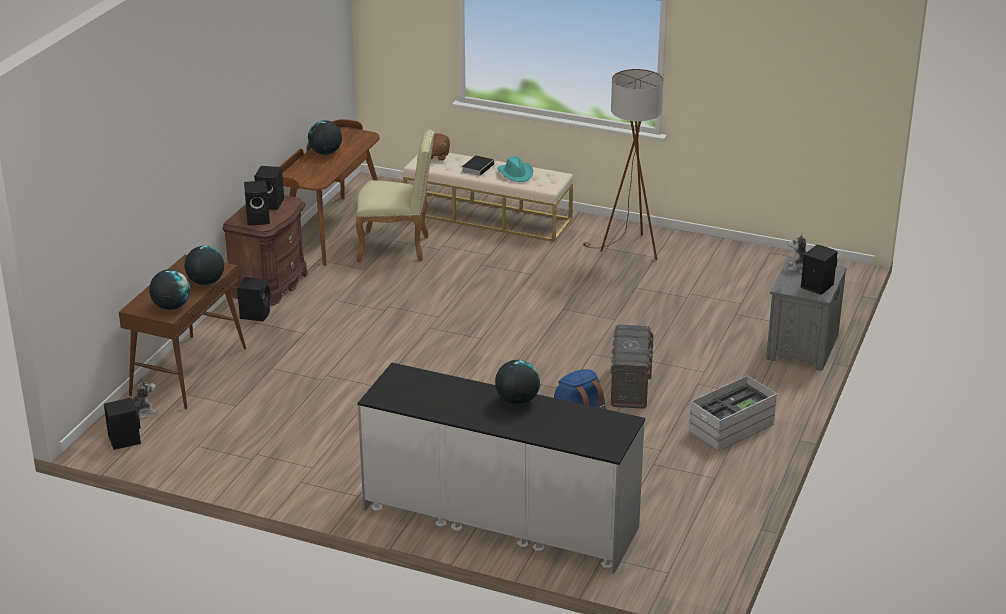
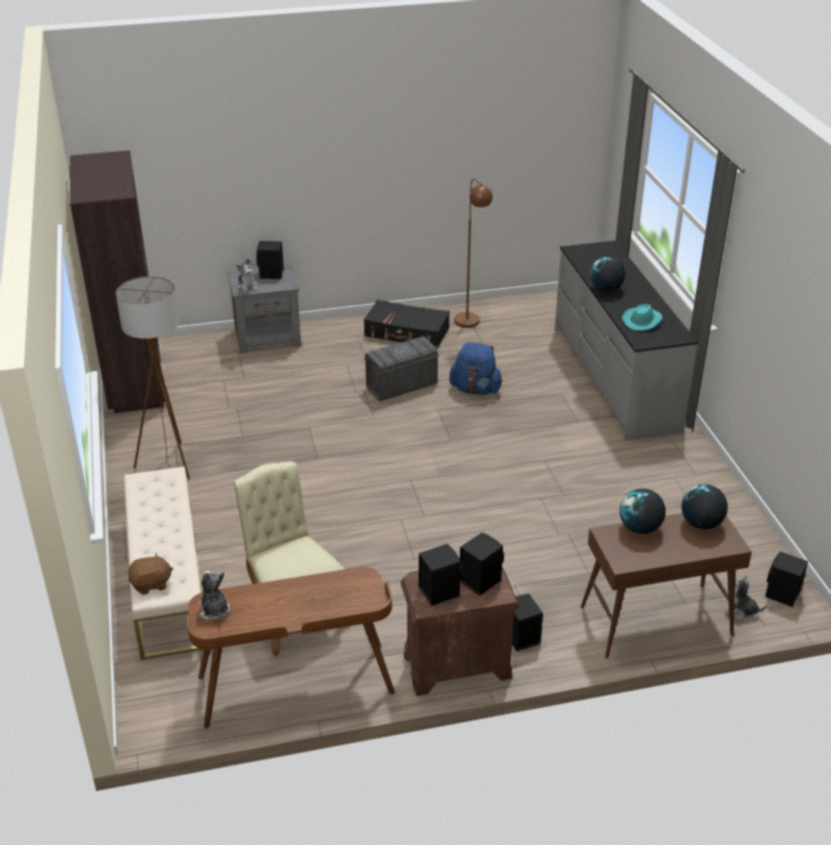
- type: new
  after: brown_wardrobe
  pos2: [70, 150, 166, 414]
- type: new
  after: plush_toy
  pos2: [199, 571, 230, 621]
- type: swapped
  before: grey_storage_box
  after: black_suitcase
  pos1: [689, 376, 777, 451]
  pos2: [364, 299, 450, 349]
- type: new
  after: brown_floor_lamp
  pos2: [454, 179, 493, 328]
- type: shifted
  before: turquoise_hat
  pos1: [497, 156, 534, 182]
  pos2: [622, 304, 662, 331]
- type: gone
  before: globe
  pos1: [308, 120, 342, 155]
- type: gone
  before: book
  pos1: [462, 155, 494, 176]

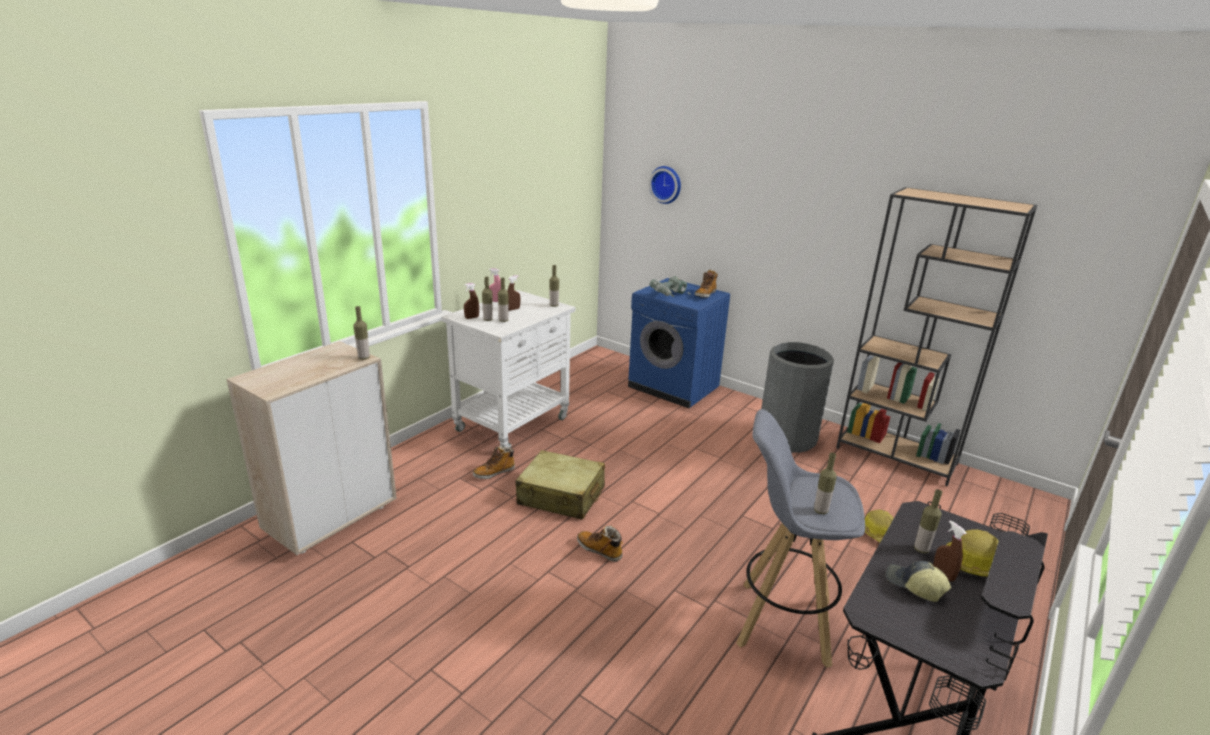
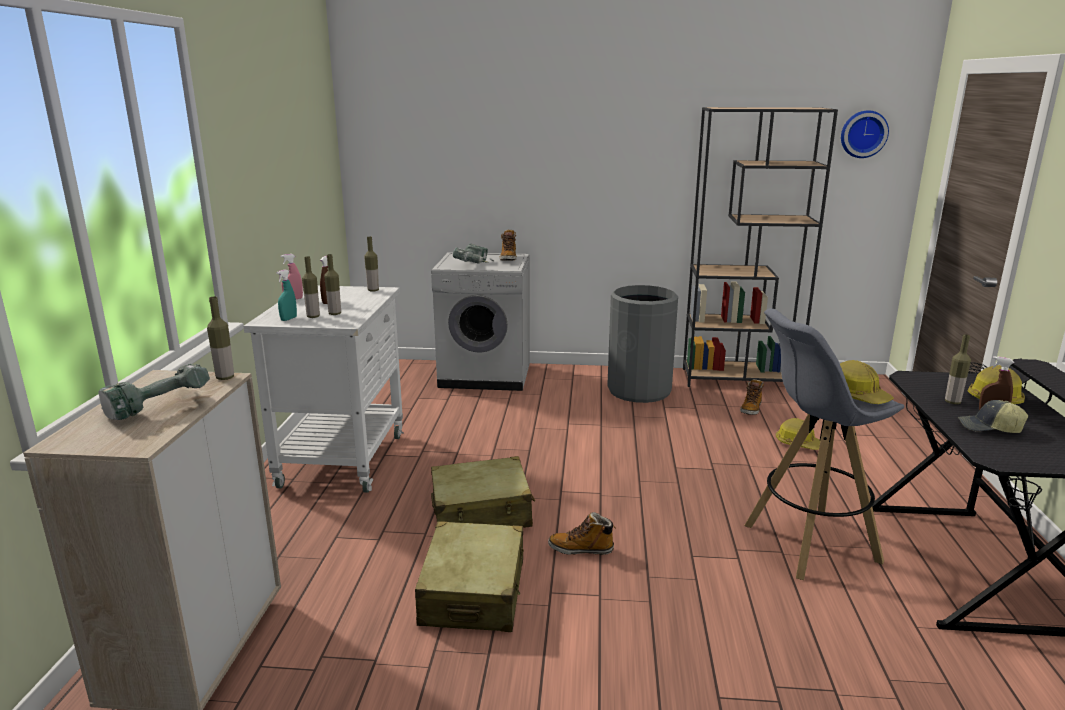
- type: new
  after: power_drill
  pos2: [98, 364, 210, 420]
- type: repainted
  before: brown_spray_bottle
  after: turquoise_spray_bottle
  pos1: [464, 283, 479, 319]
  pos2: [277, 269, 297, 321]
- type: new
  after: beige_suitcase
  pos2: [415, 521, 524, 632]
- type: repainted
  before: blue_washing_machine
  after: white_washing_machine
  pos1: [628, 278, 730, 408]
  pos2: [431, 252, 530, 391]
- type: shifted
  before: boot
  pos1: [473, 446, 515, 479]
  pos2: [740, 379, 764, 415]
- type: swapped
  before: bottle
  after: hard_hat
  pos1: [814, 453, 837, 514]
  pos2: [840, 360, 894, 404]
- type: shifted
  before: wall_clock
  pos1: [649, 166, 681, 204]
  pos2: [841, 110, 889, 158]

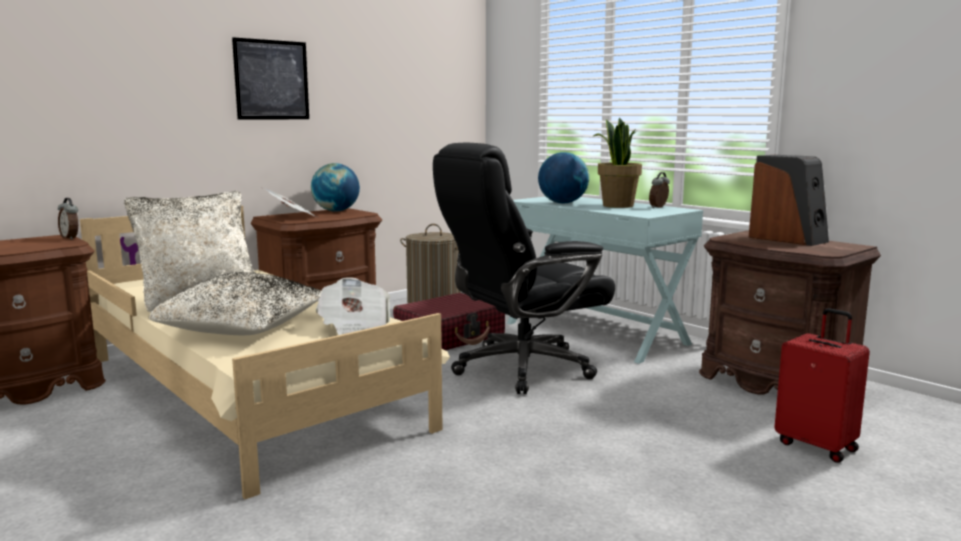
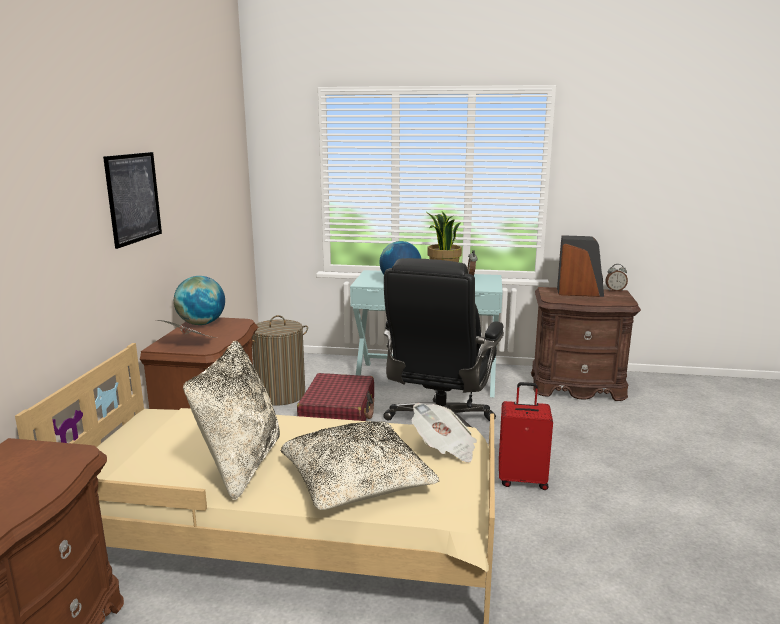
- type: shifted
  before: red_suitcase
  pos1: [774, 308, 870, 463]
  pos2: [499, 382, 553, 490]
- type: shifted
  before: alarm_clock
  pos1: [58, 198, 78, 240]
  pos2: [605, 264, 628, 291]

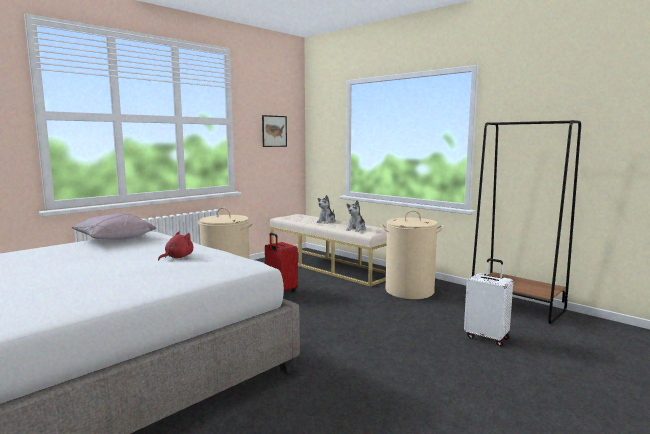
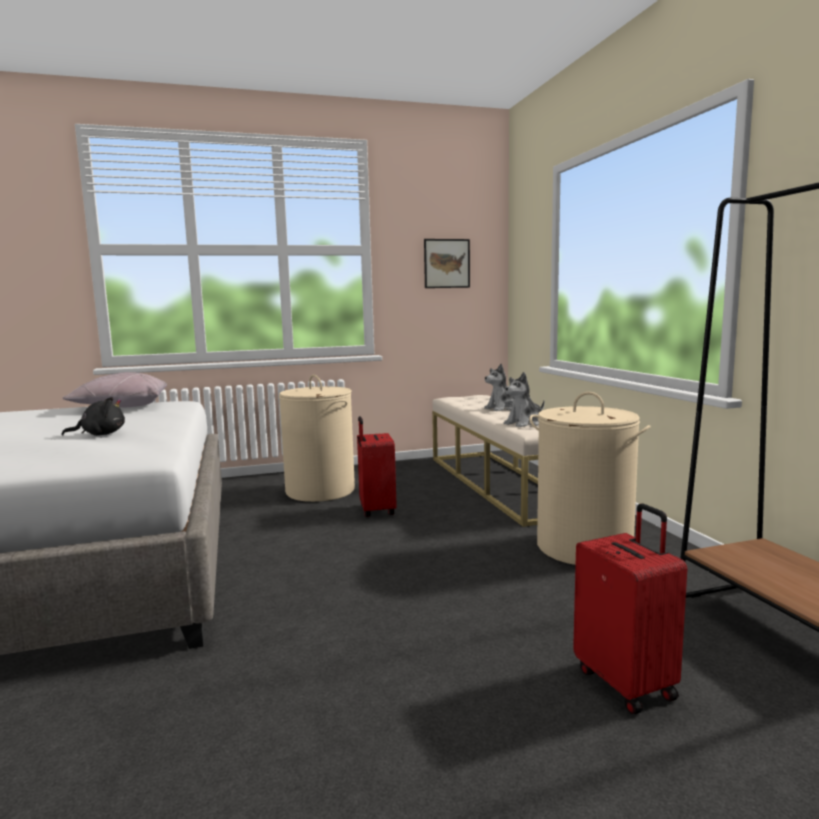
- type: repainted
  before: red_plush_toy
  after: black_plush_toy
  pos1: [158, 232, 193, 260]
  pos2: [61, 397, 125, 436]
- type: repainted
  before: white_suitcase
  after: red_suitcase
  pos1: [464, 258, 513, 346]
  pos2: [573, 504, 687, 714]

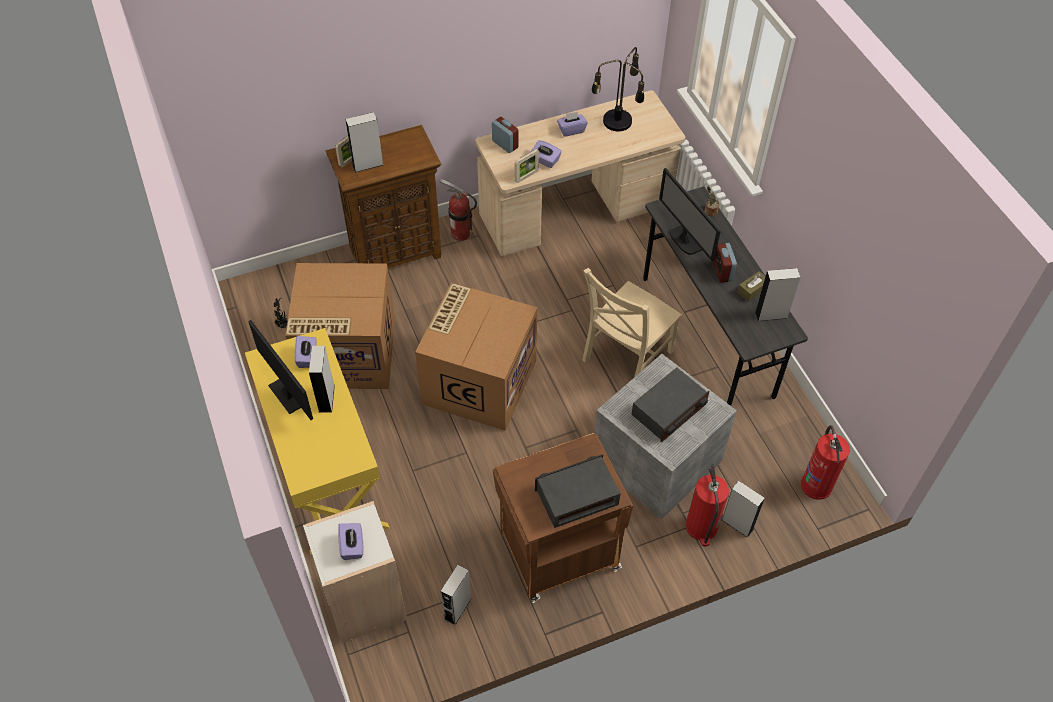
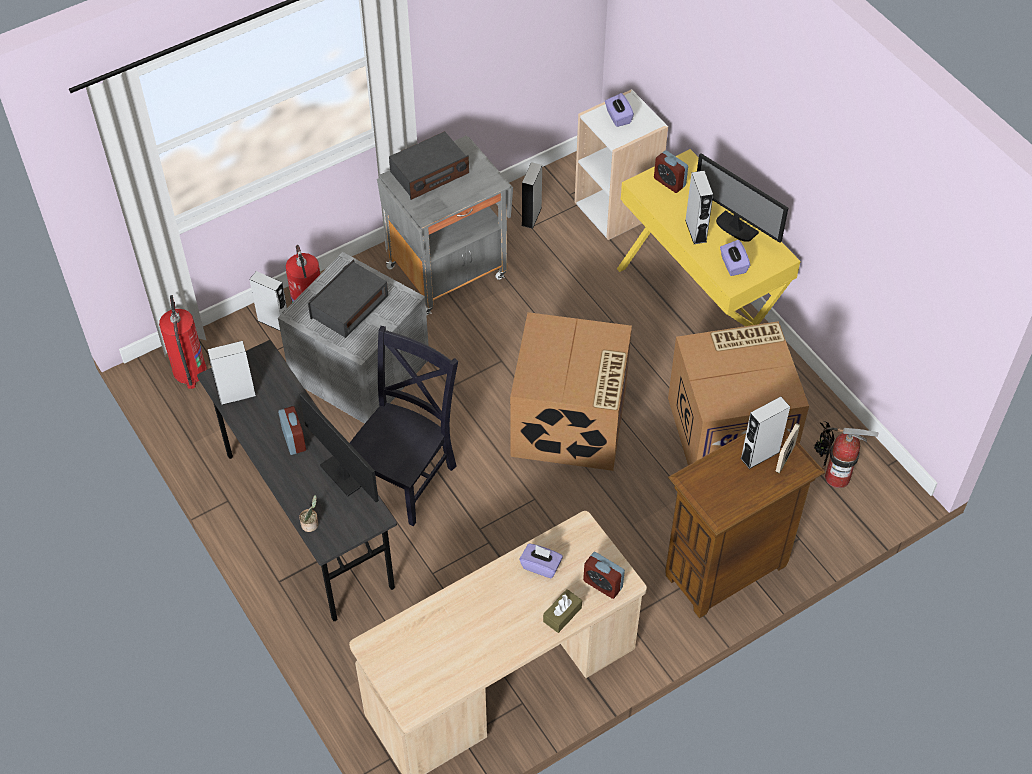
- type: repainted
  before: beige_chair
  after: black_chair
  pos1: [582, 268, 682, 377]
  pos2: [350, 326, 458, 526]
- type: repainted
  before: brown_cart
  after: grey_cart
  pos1: [492, 433, 633, 603]
  pos2: [377, 136, 513, 316]
- type: shifted
  before: brown_tissue_box
  pos1: [737, 271, 766, 302]
  pos2: [543, 589, 582, 633]
- type: new
  after: alarm_clock
  pos2: [654, 150, 688, 193]
- type: shifted
  before: fire_extinguisher
  pos1: [440, 179, 477, 241]
  pos2: [822, 427, 879, 488]
- type: gone
  before: picture_frame
  pos1: [515, 149, 539, 183]
- type: gone
  before: purple_tissue_box
  pos1: [557, 112, 588, 137]
- type: gone
  before: table_lamp
  pos1: [592, 47, 644, 131]

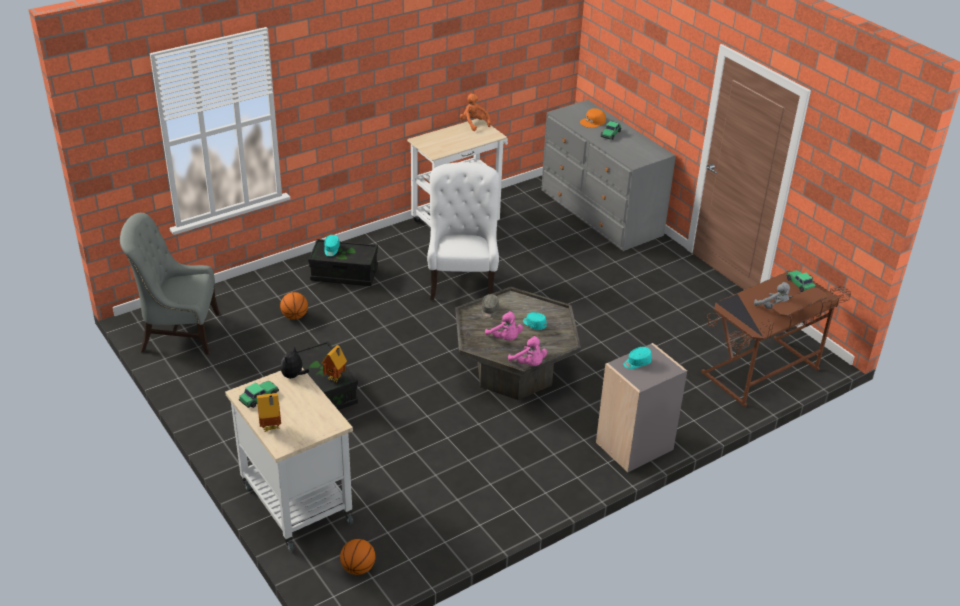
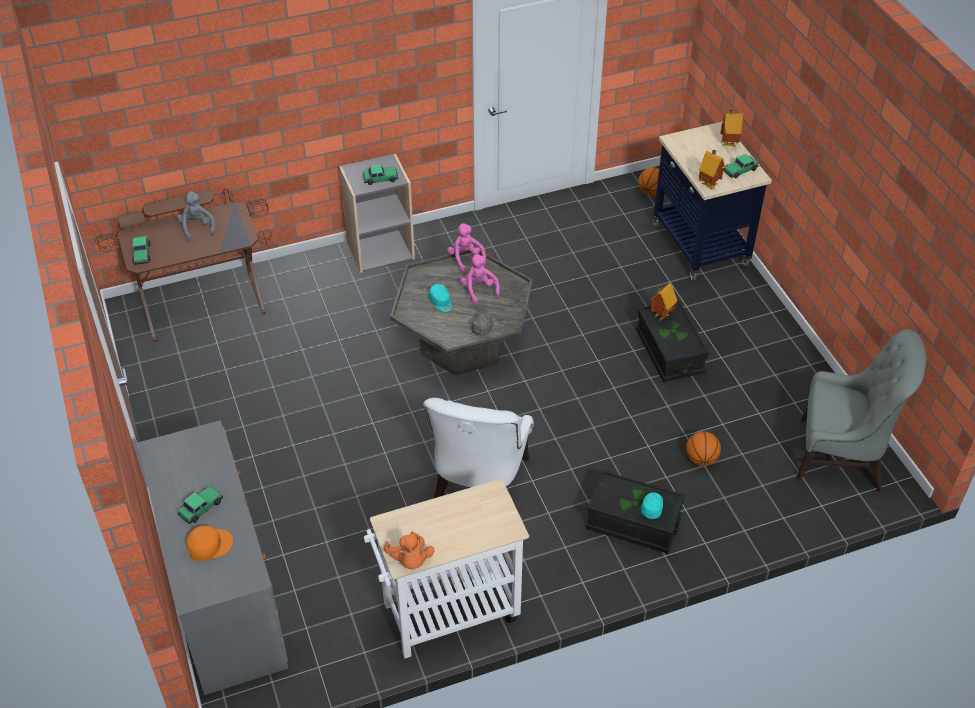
- type: swapped
  before: turquoise_cap
  after: toy_car
  pos1: [623, 347, 652, 369]
  pos2: [363, 165, 398, 185]
- type: repainted
  before: white_cart
  after: blue_cart
  pos1: [225, 368, 353, 552]
  pos2: [653, 122, 772, 281]
- type: swapped
  before: plush_toy
  after: toy_house
  pos1: [281, 347, 309, 378]
  pos2: [699, 150, 725, 190]

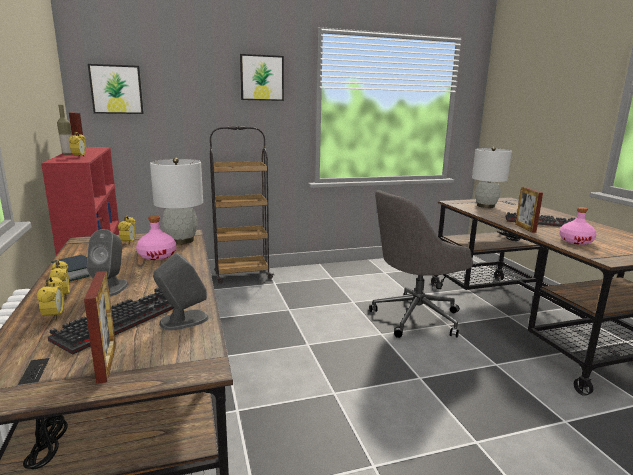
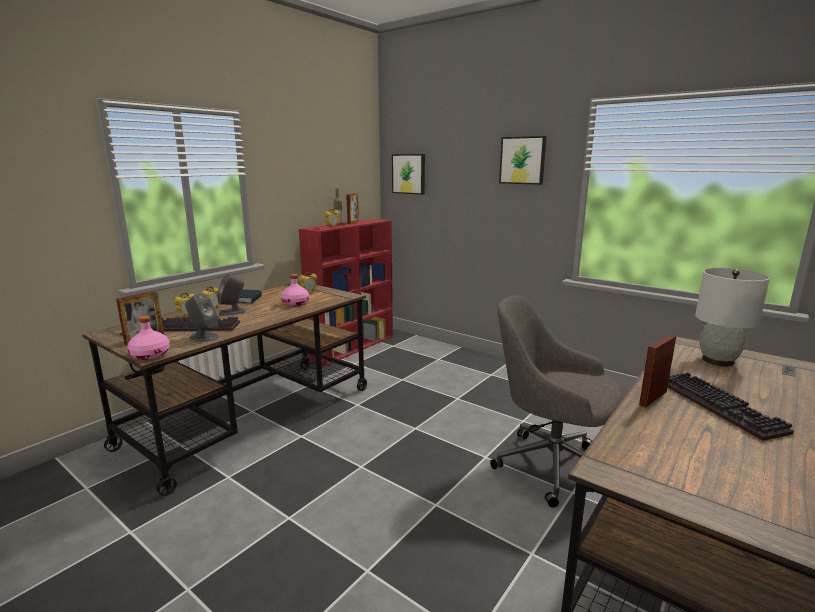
- type: shifted
  before: pink_bottle
  pos1: [559, 207, 597, 245]
  pos2: [127, 315, 170, 360]
- type: gone
  before: white_table_lamp
  pos1: [150, 158, 203, 244]
- type: gone
  before: brown_cart
  pos1: [210, 126, 274, 284]

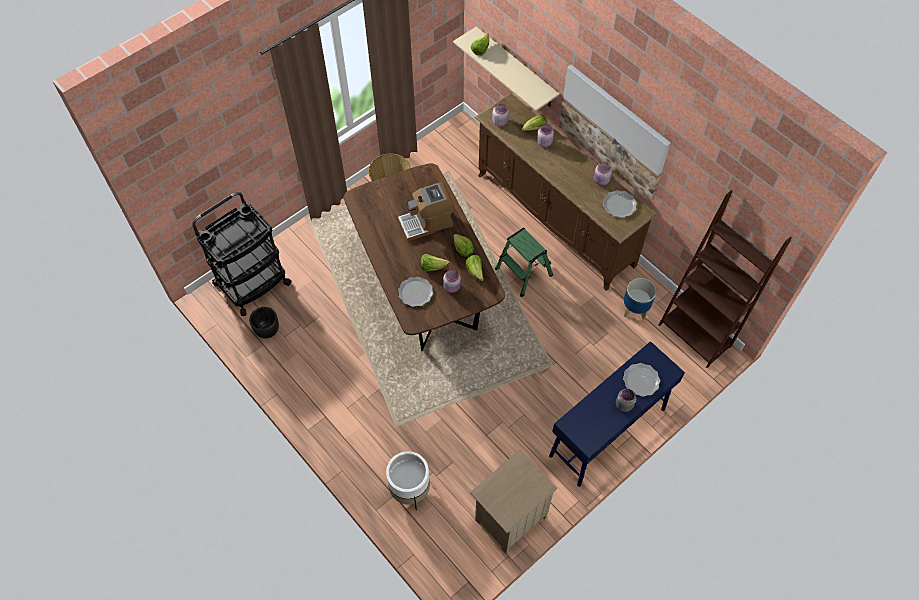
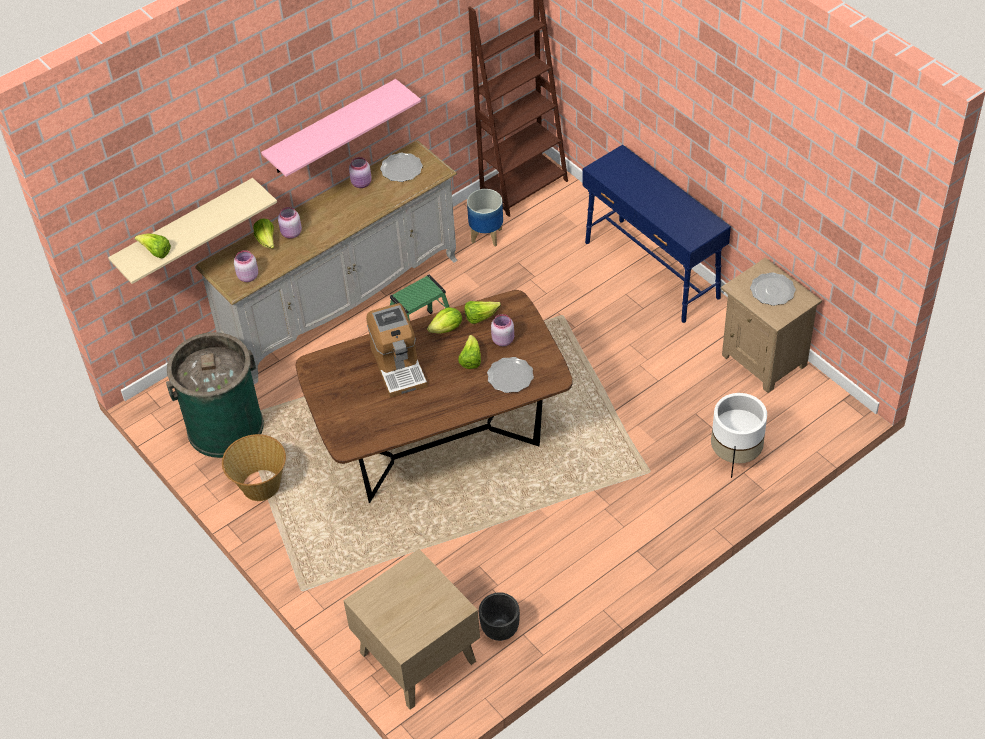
- type: new
  after: green_trash_can
  pos2: [166, 332, 264, 458]
- type: repainted
  before: brown_cabinet
  after: grey_cabinet
  pos1: [474, 93, 656, 291]
  pos2: [195, 140, 458, 384]
- type: swapped
  before: picture
  after: pink_shelf
  pos1: [559, 64, 671, 202]
  pos2: [261, 79, 421, 177]
- type: swapped
  before: black_cart
  after: beige_nightstand
  pos1: [192, 192, 292, 316]
  pos2: [343, 549, 480, 710]
- type: shifted
  before: plate
  pos1: [623, 363, 660, 397]
  pos2: [750, 272, 796, 306]
- type: gone
  before: grey_jar
  pos1: [616, 389, 637, 412]

